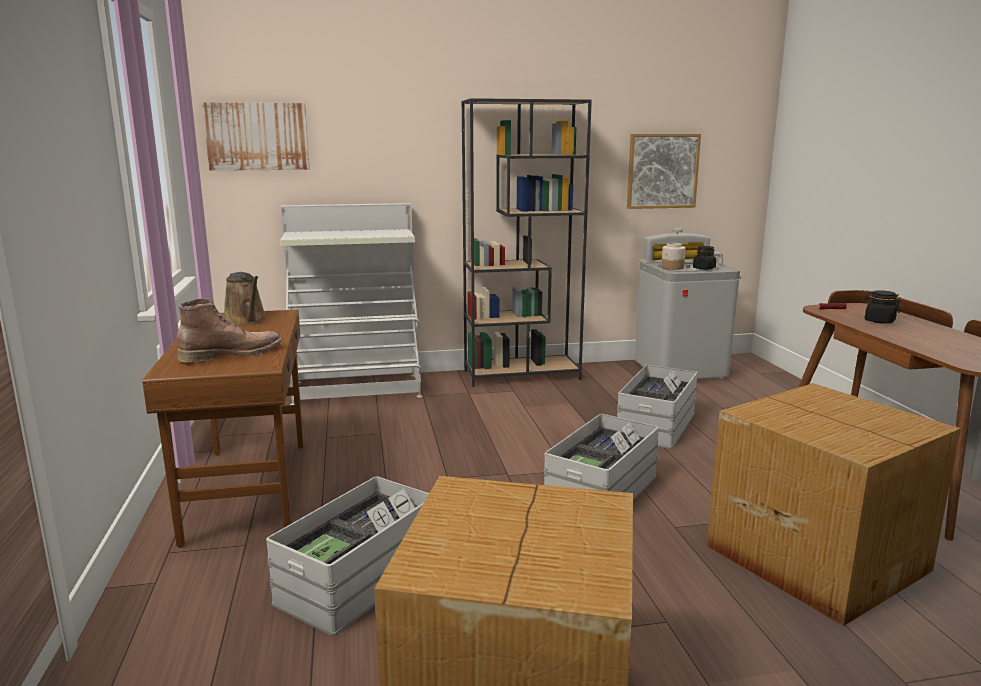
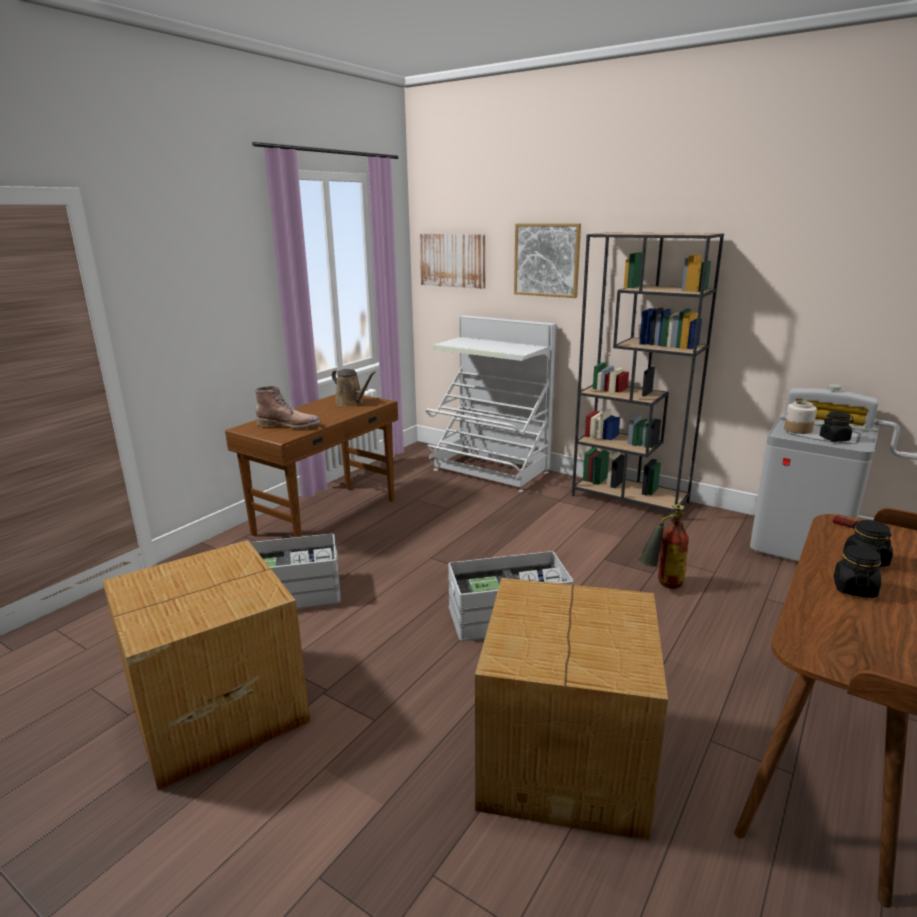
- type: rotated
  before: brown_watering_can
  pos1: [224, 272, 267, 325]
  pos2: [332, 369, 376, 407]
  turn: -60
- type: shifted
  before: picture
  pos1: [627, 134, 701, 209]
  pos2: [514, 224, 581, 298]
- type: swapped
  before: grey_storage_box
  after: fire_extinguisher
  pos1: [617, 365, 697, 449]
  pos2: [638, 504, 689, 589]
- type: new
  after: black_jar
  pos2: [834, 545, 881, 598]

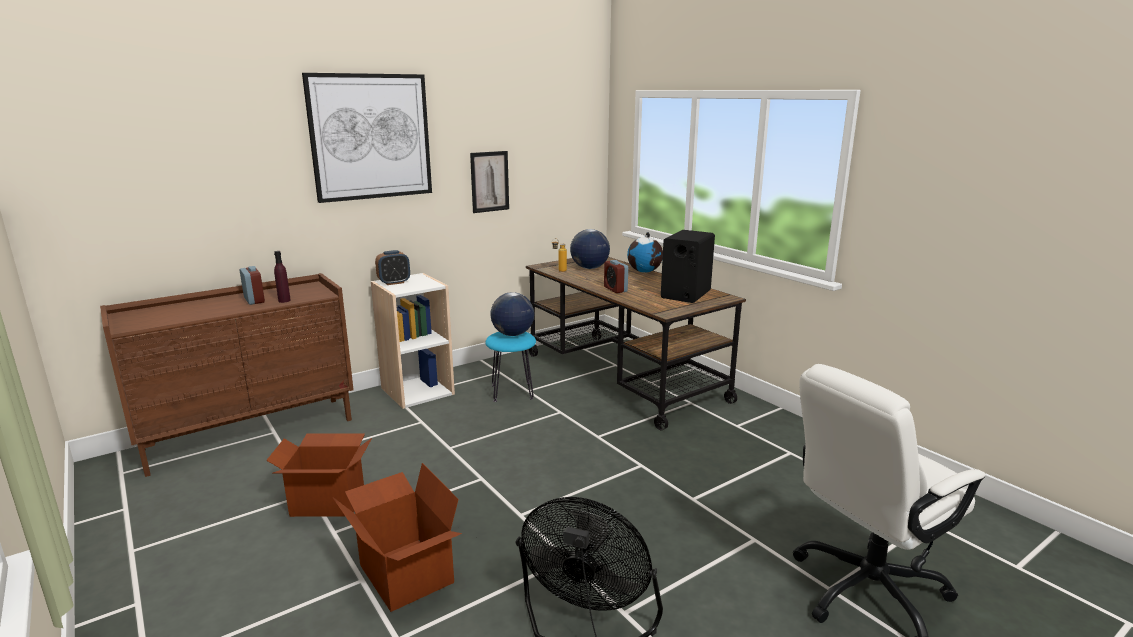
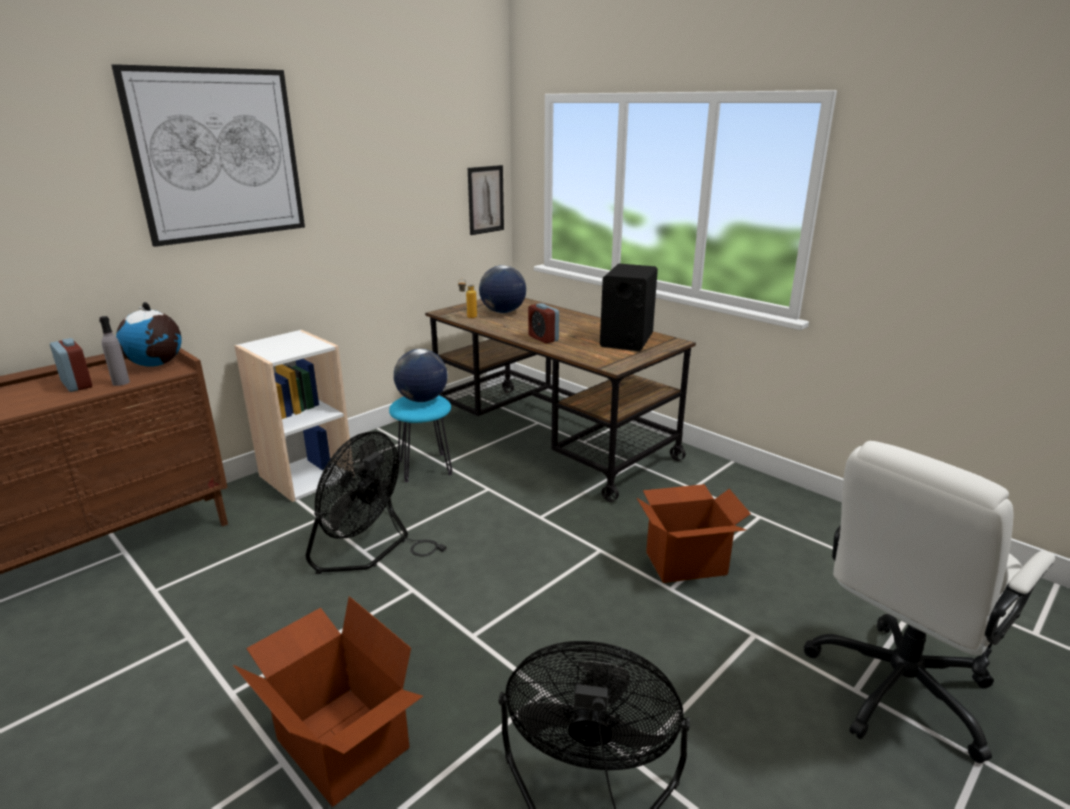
- type: repainted
  before: purple_bottle
  after: grey_bottle
  pos1: [274, 251, 291, 303]
  pos2: [99, 316, 130, 386]
- type: shifted
  before: globe
  pos1: [627, 232, 663, 273]
  pos2: [116, 302, 182, 367]
- type: new
  after: black_fan
  pos2: [306, 432, 447, 574]
- type: shifted
  before: picture
  pos1: [470, 151, 509, 213]
  pos2: [468, 165, 504, 235]
- type: shifted
  before: cardboard_box
  pos1: [266, 433, 372, 517]
  pos2: [637, 484, 751, 583]
- type: gone
  before: alarm_clock
  pos1: [375, 250, 410, 285]

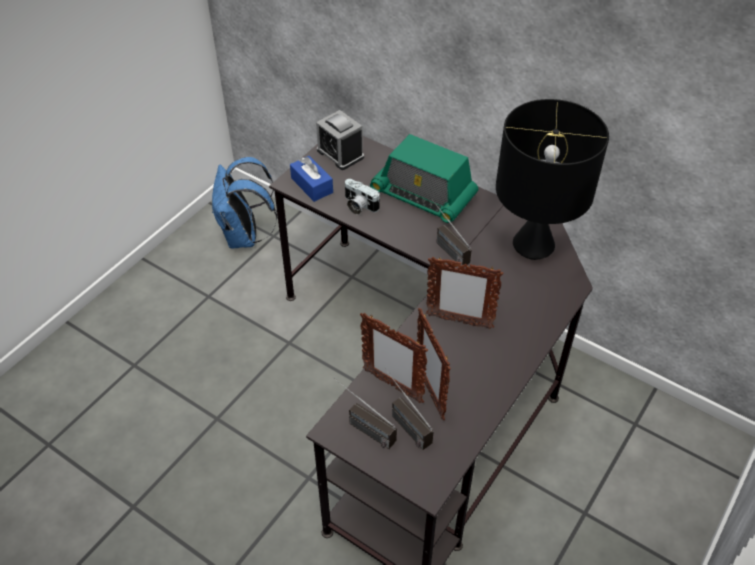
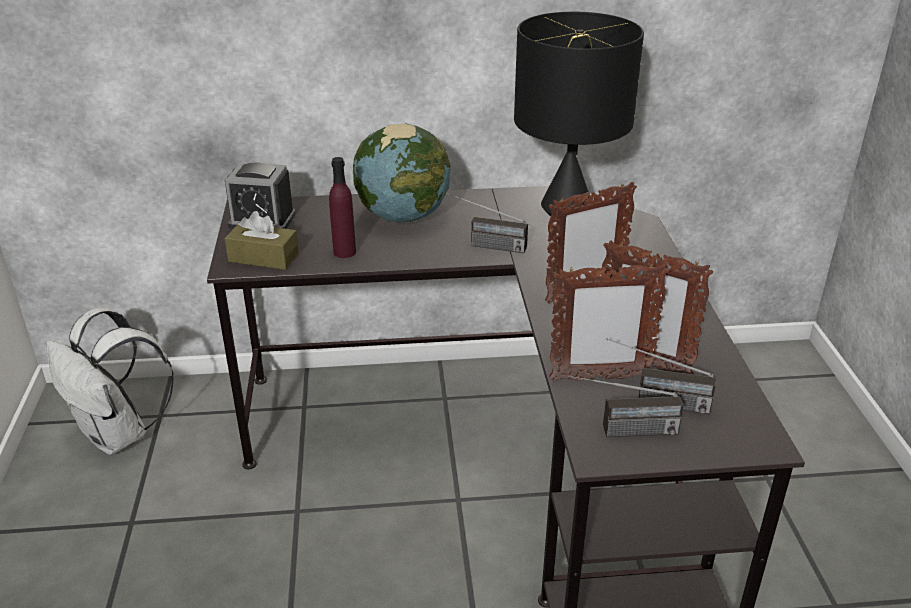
- type: repainted
  before: blue_backpack
  after: white_backpack
  pos1: [212, 157, 278, 248]
  pos2: [46, 308, 174, 455]
- type: repainted
  before: blue_tissue_box
  after: brown_tissue_box
  pos1: [290, 156, 333, 202]
  pos2: [225, 211, 299, 270]
- type: swapped
  before: photo_camera
  after: purple_bottle
  pos1: [345, 179, 380, 215]
  pos2: [329, 157, 356, 258]
- type: swapped
  before: radio
  after: globe
  pos1: [370, 134, 478, 223]
  pos2: [353, 124, 451, 222]

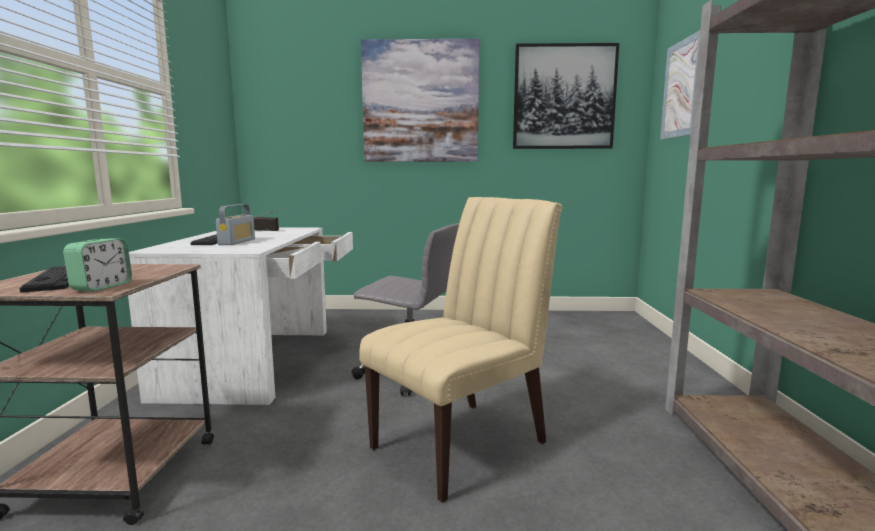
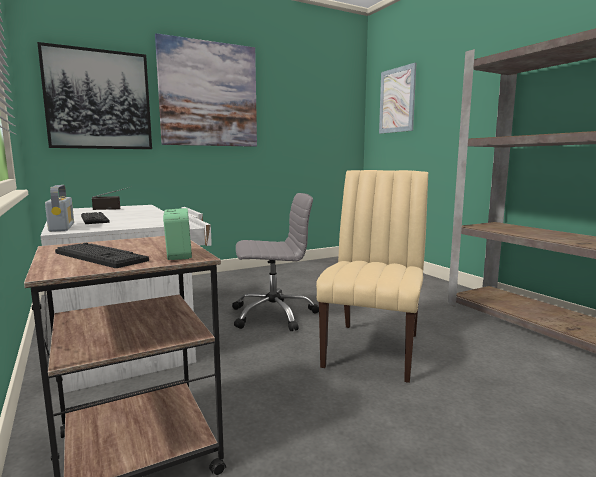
- type: shifted
  before: picture
  pos1: [513, 43, 619, 149]
  pos2: [37, 42, 152, 149]
- type: shifted
  before: radio
  pos1: [216, 204, 255, 245]
  pos2: [45, 185, 74, 232]

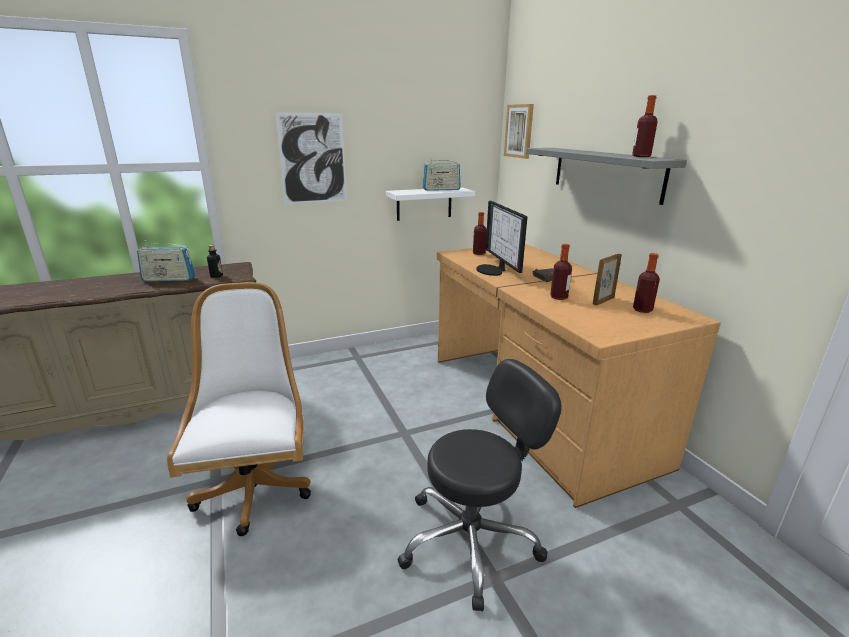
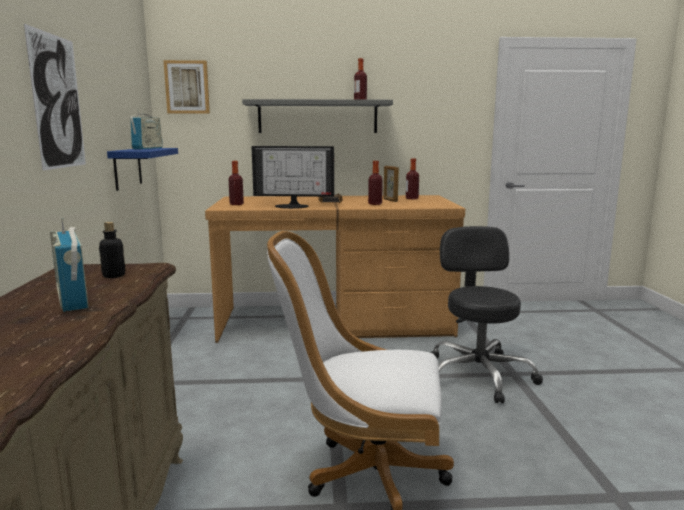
- type: rotated
  before: radio
  pos1: [137, 240, 195, 282]
  pos2: [50, 217, 89, 312]
  turn: 135
- type: repainted
  before: white_shelf
  after: blue_shelf
  pos1: [386, 187, 475, 221]
  pos2: [107, 148, 178, 191]

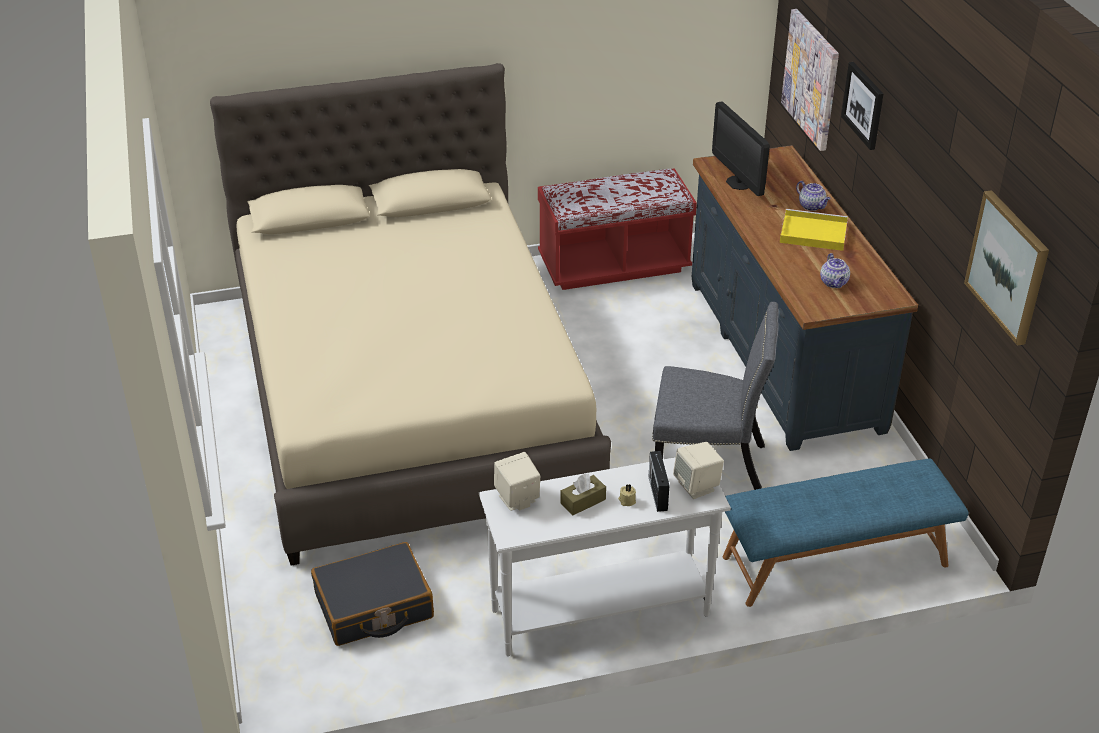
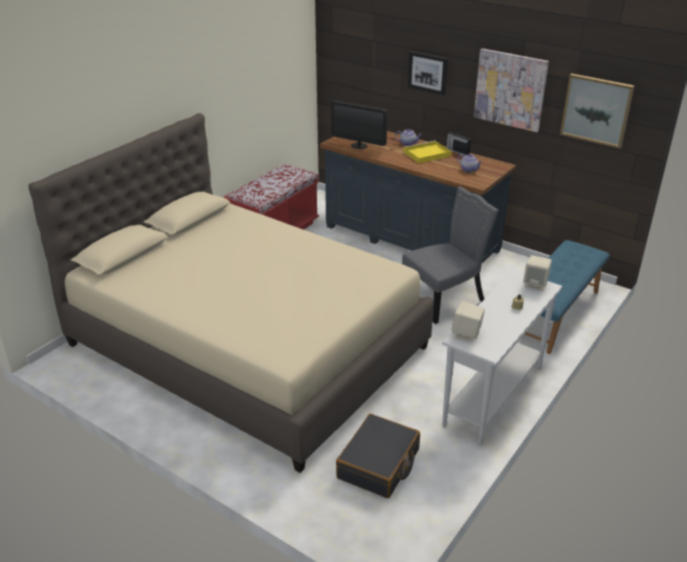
- type: shifted
  before: radio
  pos1: [648, 451, 669, 512]
  pos2: [446, 132, 471, 156]
- type: shifted
  before: picture
  pos1: [781, 9, 839, 151]
  pos2: [474, 48, 549, 132]
- type: gone
  before: brown_tissue_box
  pos1: [561, 474, 606, 515]

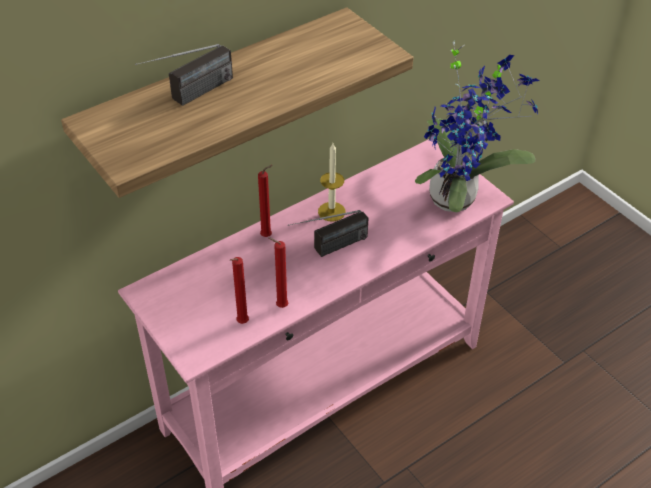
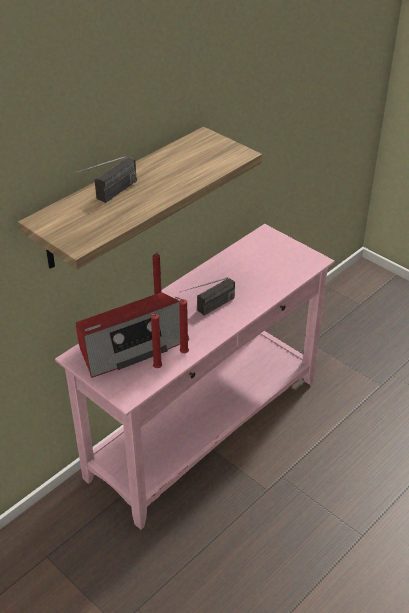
- type: new
  after: radio
  pos2: [75, 292, 189, 378]
- type: gone
  before: candle
  pos1: [318, 143, 345, 221]
- type: gone
  before: potted_plant
  pos1: [415, 41, 539, 212]

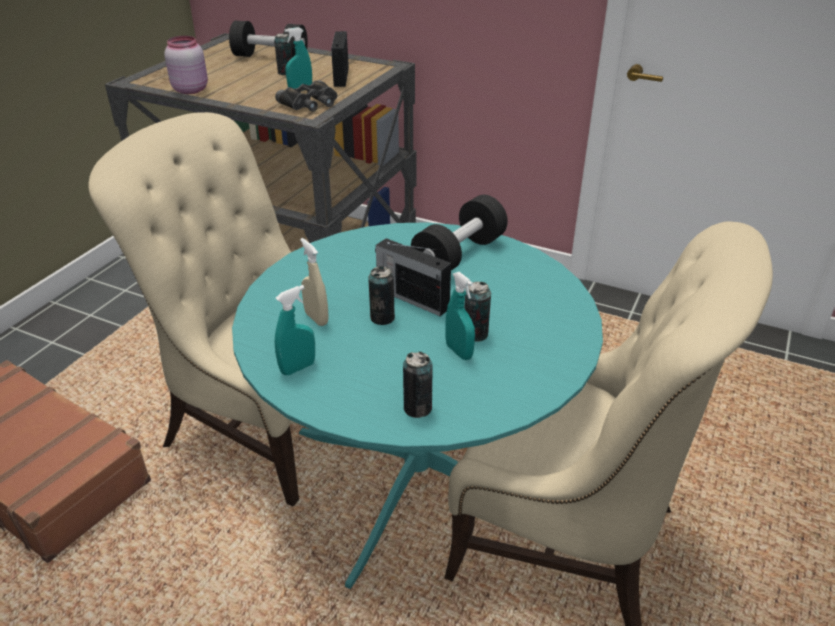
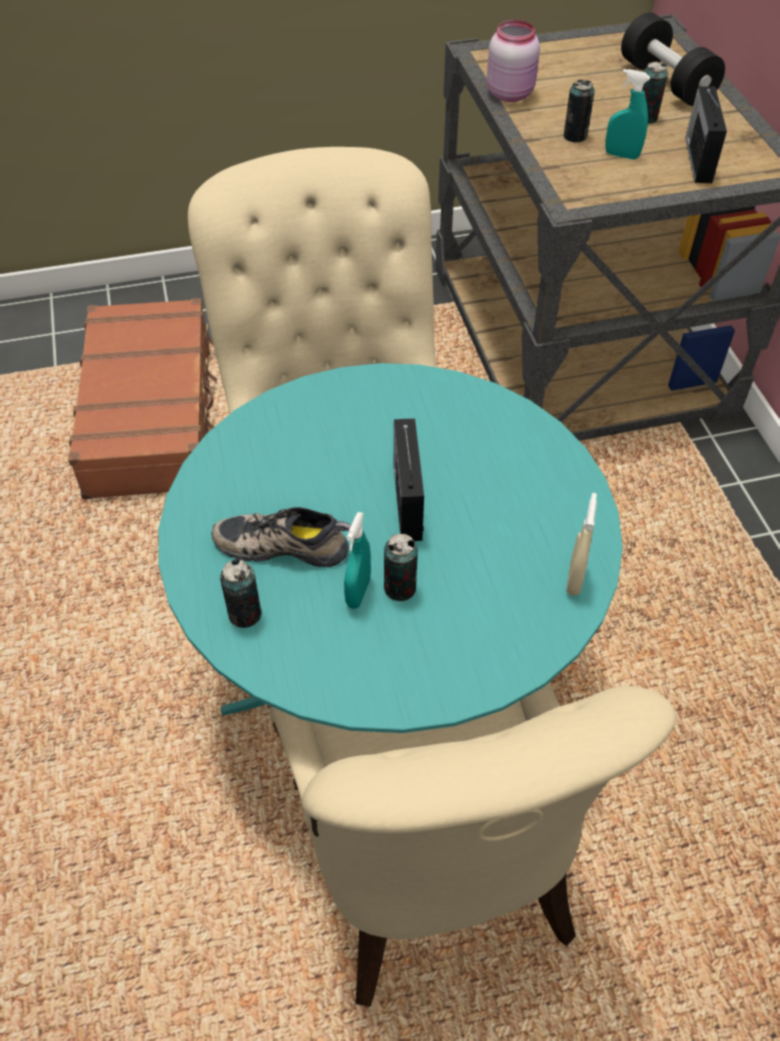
- type: new
  after: shoe
  pos2: [211, 507, 351, 567]
- type: shifted
  before: can
  pos1: [368, 266, 395, 325]
  pos2: [564, 80, 595, 143]
- type: shifted
  before: beige_spray_bottle
  pos1: [300, 238, 329, 326]
  pos2: [566, 493, 597, 596]
- type: rotated
  before: radio
  pos1: [331, 31, 349, 87]
  pos2: [685, 86, 727, 183]
  turn: -45
- type: gone
  before: black_binoculars
  pos1: [275, 80, 337, 112]
- type: gone
  before: turquoise_spray_bottle
  pos1: [275, 285, 315, 375]
- type: gone
  before: black_dumbbell
  pos1: [411, 195, 508, 270]

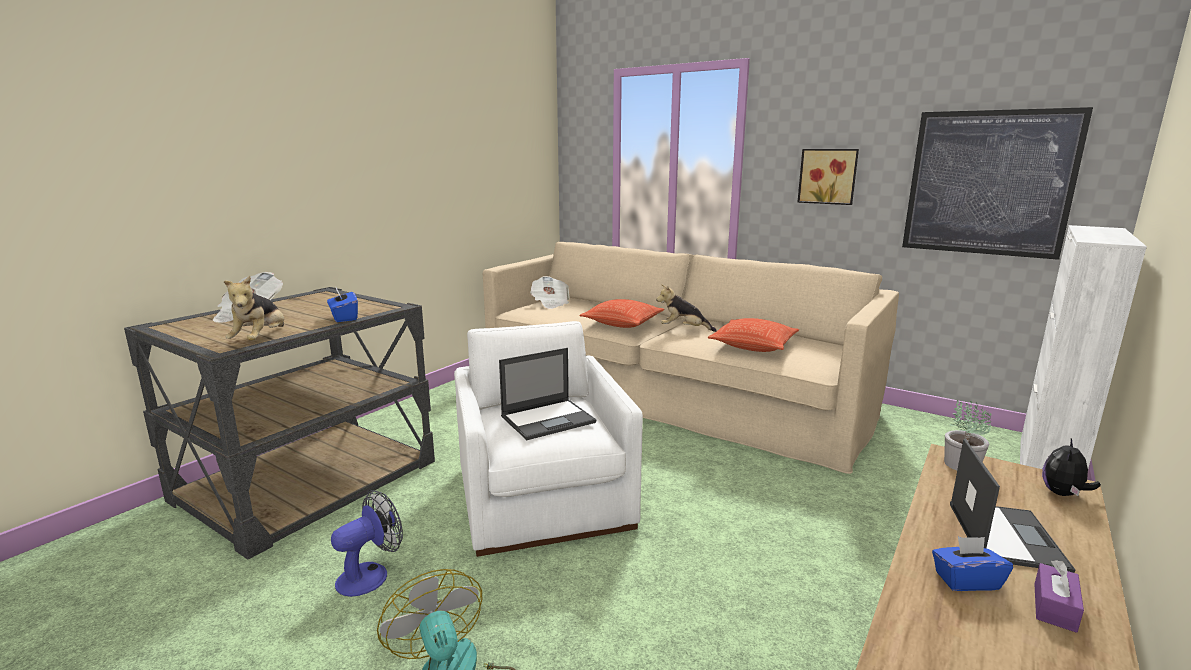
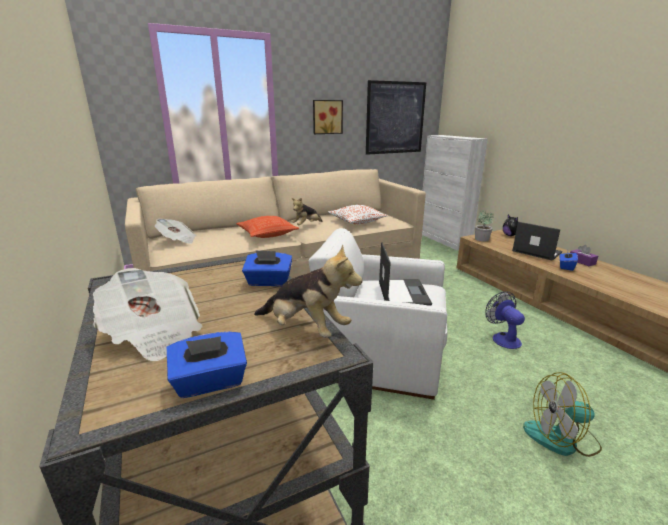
- type: new
  after: blue_tissue_box
  pos2: [167, 332, 247, 398]
- type: repainted
  before: orange_pillow
  after: white_pillow
  pos1: [708, 318, 799, 352]
  pos2: [328, 205, 388, 224]
- type: shifted
  before: fan
  pos1: [331, 490, 403, 597]
  pos2: [485, 291, 525, 349]

